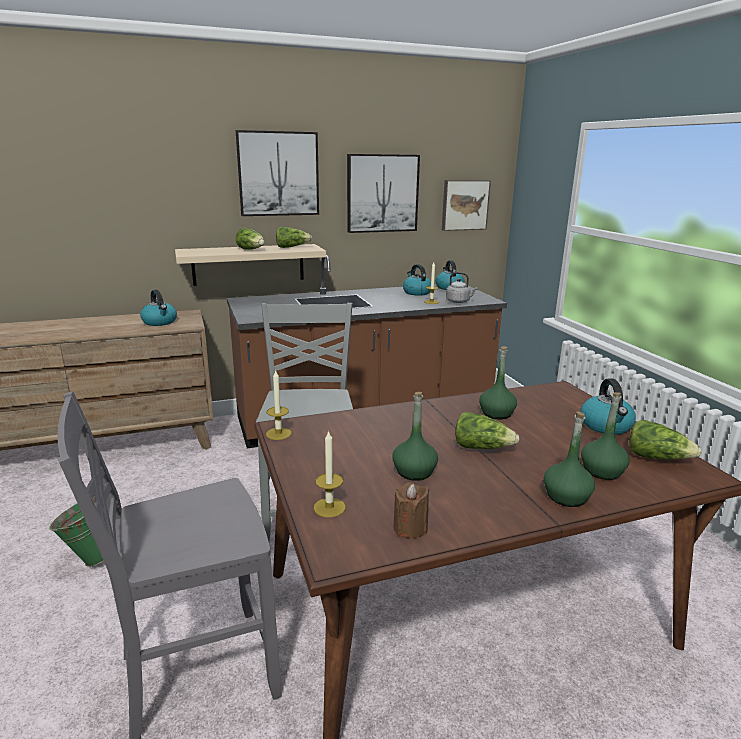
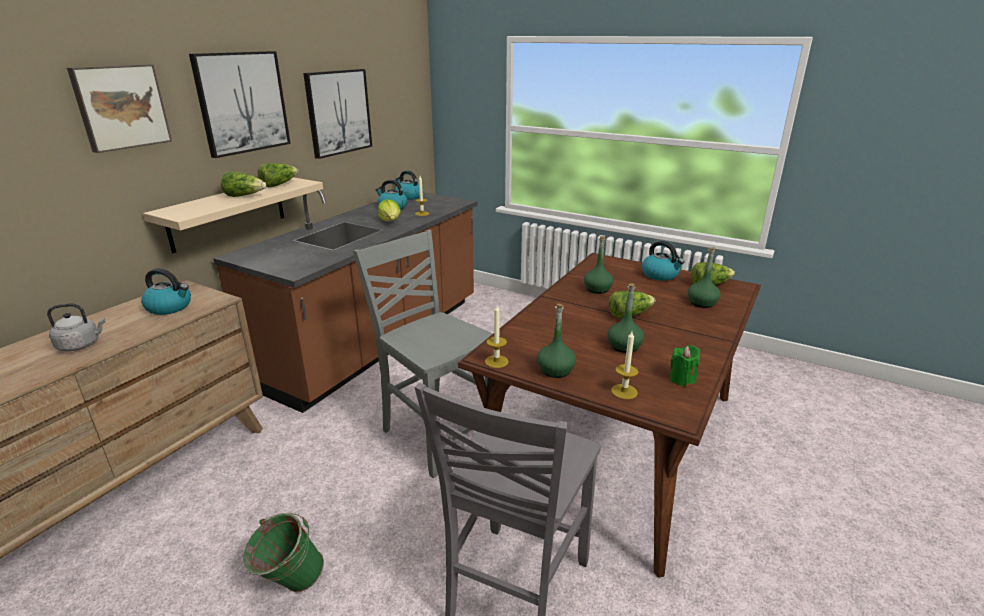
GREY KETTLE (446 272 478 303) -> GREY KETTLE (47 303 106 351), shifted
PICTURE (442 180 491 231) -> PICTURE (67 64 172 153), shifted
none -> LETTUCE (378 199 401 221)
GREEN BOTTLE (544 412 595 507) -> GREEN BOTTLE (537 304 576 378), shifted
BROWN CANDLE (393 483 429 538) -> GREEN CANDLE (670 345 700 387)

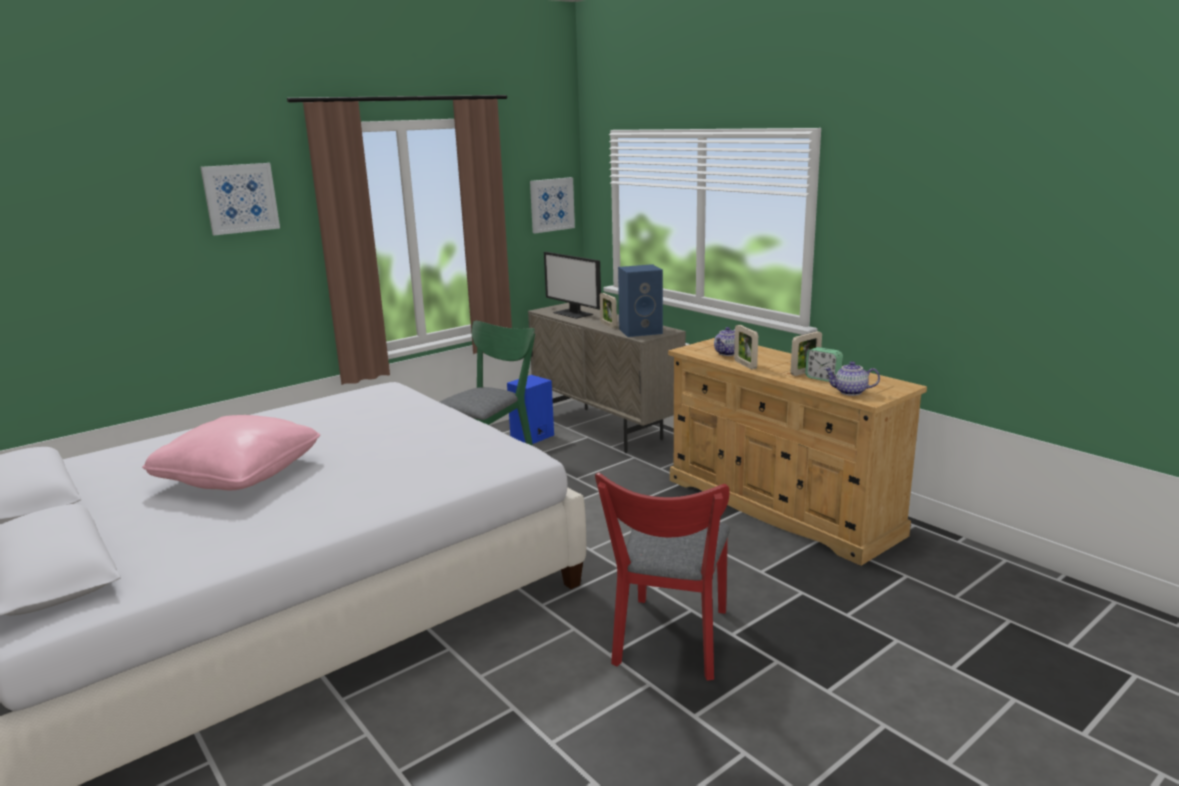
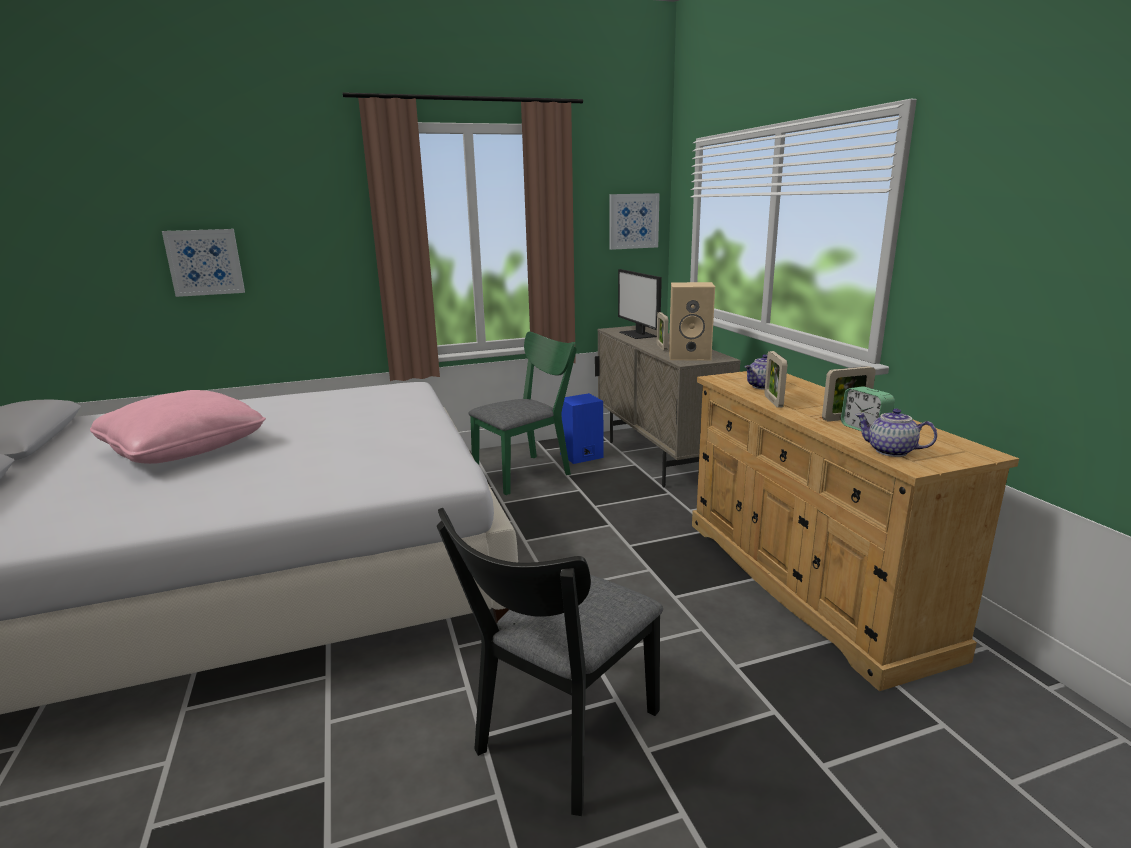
PICTURE (200 163 280 235) -> PICTURE (162 229 245 297), shifted
RED CHAIR (595 472 730 681) -> BLACK CHAIR (437 508 663 816)
BLUE SPEAKER (618 264 663 337) -> BEIGE SPEAKER (669 282 715 361)

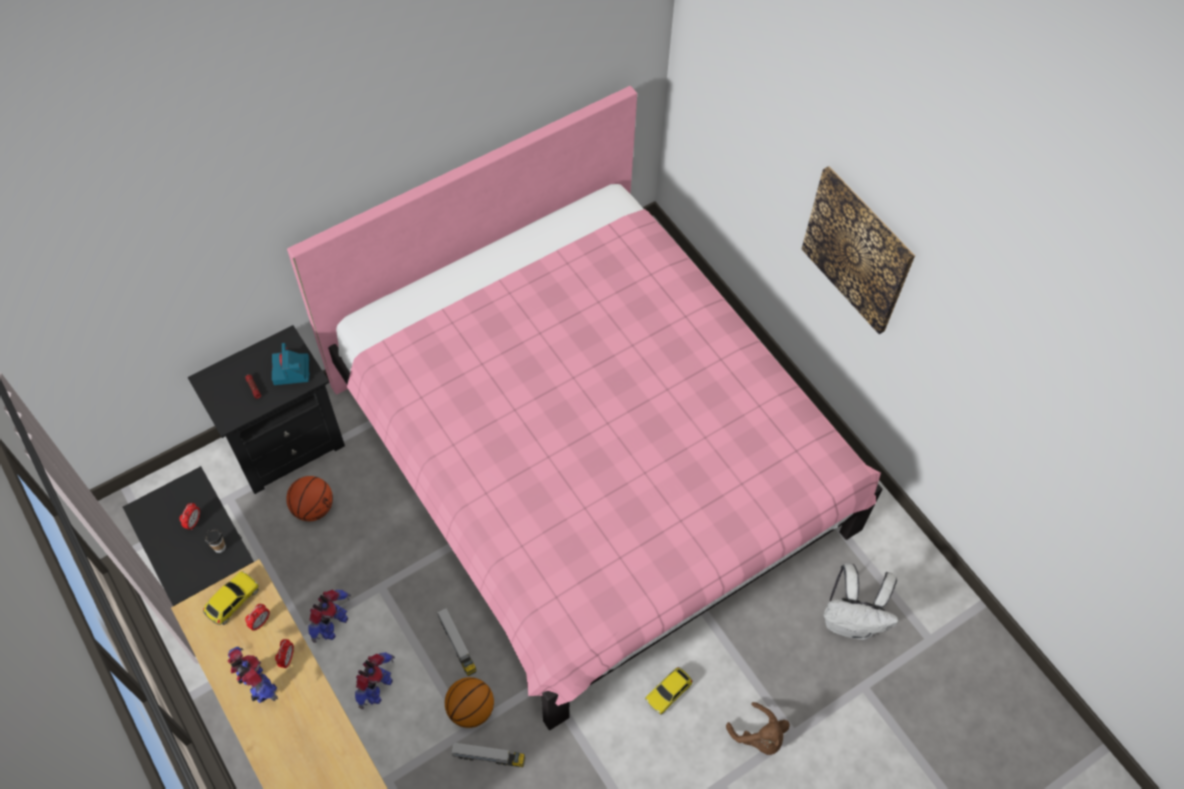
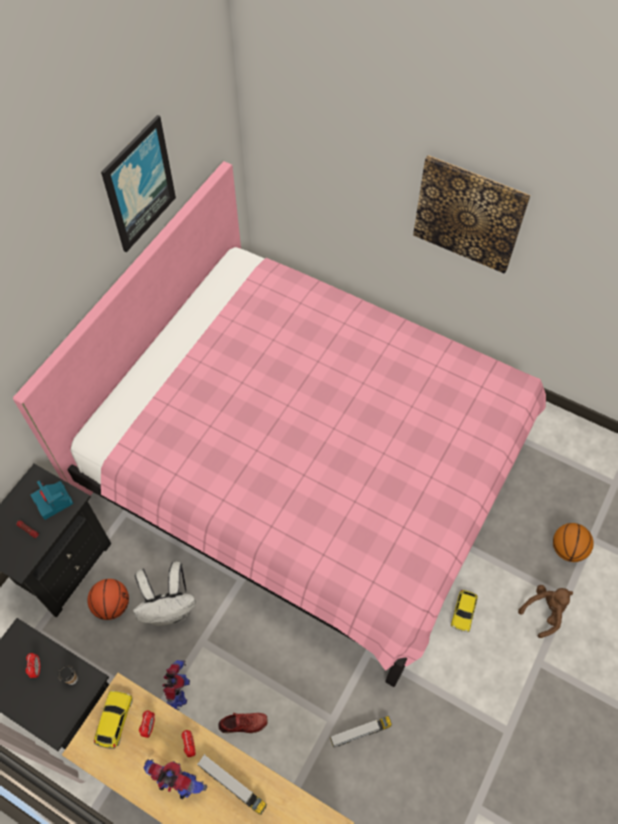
none -> PICTURE (101 115 176 252)
WHITE BACKPACK (823 563 898 640) -> WHITE BACKPACK (133 562 196 626), shifted
TOY TRUCK (437 607 477 676) -> TOY TRUCK (197 754 267 815), shifted
TOY ROBOT (355 652 395 710) -> RED SHOE (218 713 268 733)
BROWN PLUSH TOY (726 702 790 755) -> BROWN PLUSH TOY (518 585 573 638), 60 degrees counterclockwise
BASKETBALL (445 677 494 728) -> BASKETBALL (553 523 594 562), shifted

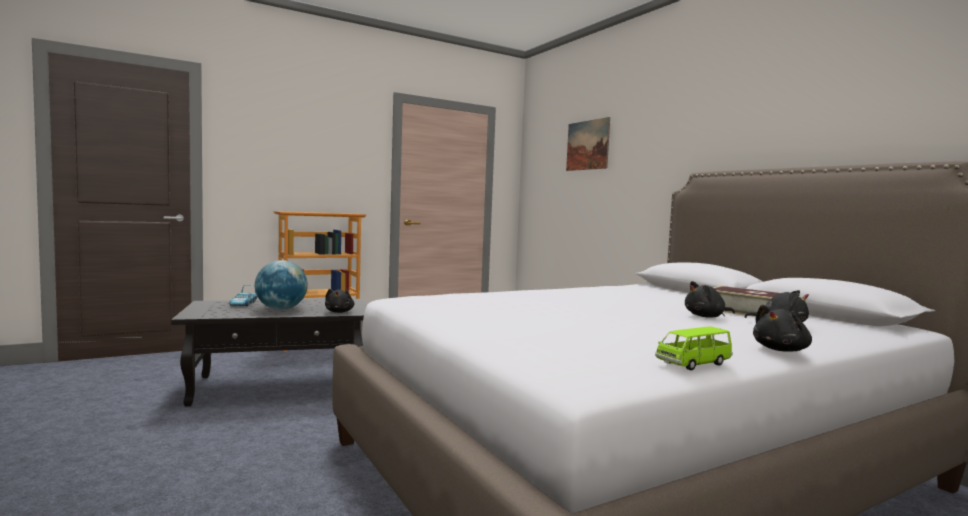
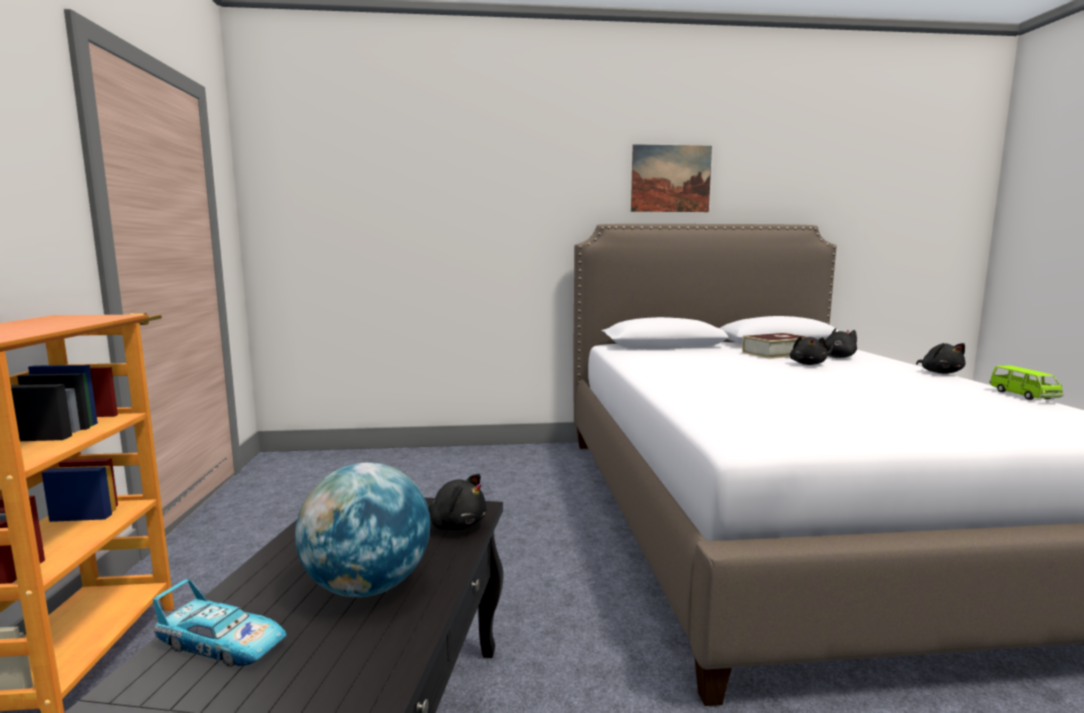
PICTURE (566 117 610 171) -> PICTURE (631 144 712 212), shifted

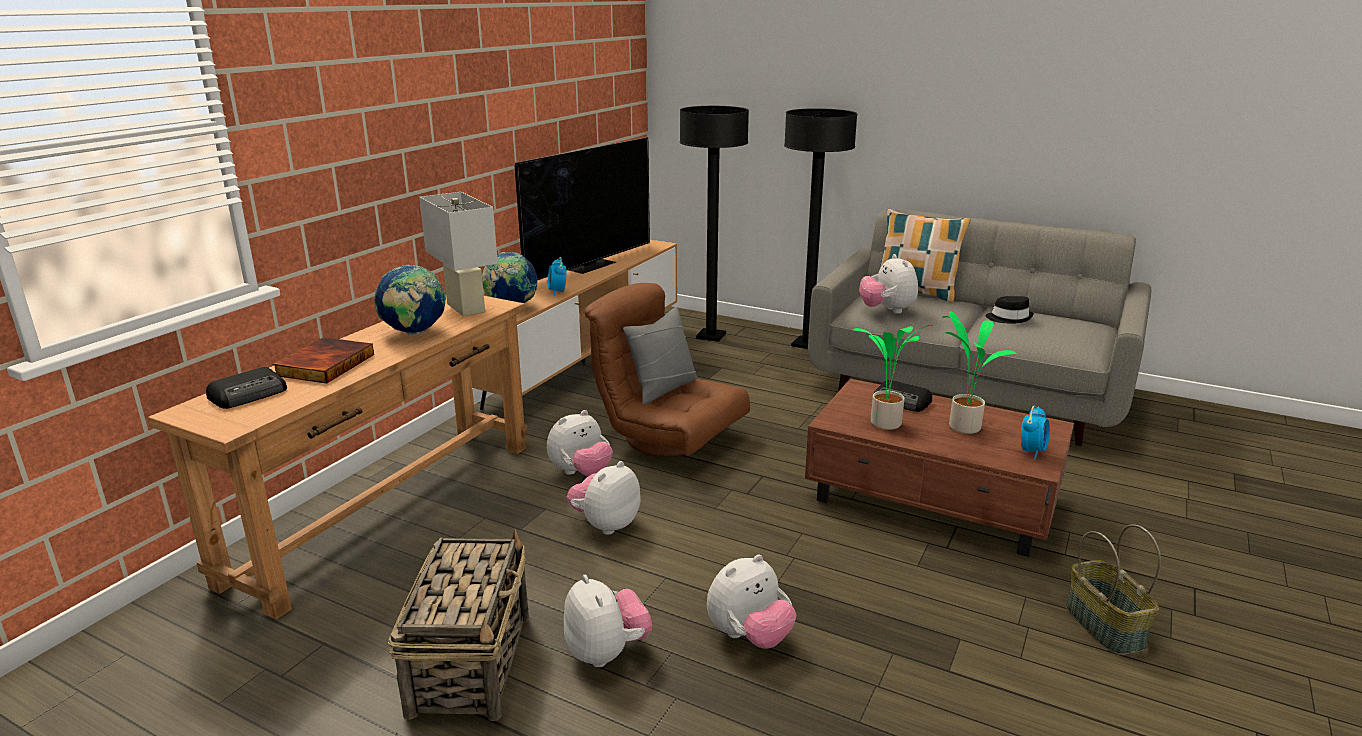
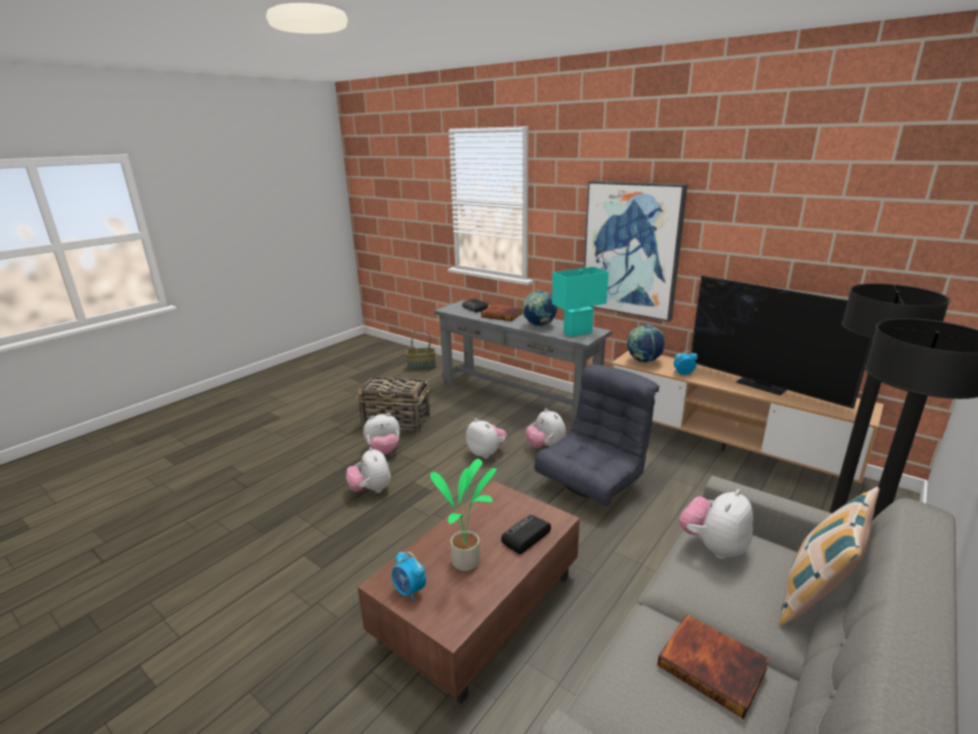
BASKET (1066 524 1161 655) -> BASKET (406 329 436 370), shifted
BROWN CONSOLE TABLE (147 296 528 620) -> GREY CONSOLE TABLE (434 300 612 426)
BROWN ARMCHAIR (585 283 750 457) -> GREY ARMCHAIR (534 364 659 506)
WHITE TABLE LAMP (419 192 498 316) -> TURQUOISE TABLE LAMP (552 267 609 337)
none -> PICTURE (584 181 688 322)
BLACK HAT (986 296 1034 324) -> BOOK (657 614 770 719)
PLUSH TOY (859 254 918 314) -> PLUSH TOY (679 489 753 559), 45 degrees counterclockwise
GREY PILLOW (623 307 698 405) -> none
POTTED PLANT (853 325 933 430) -> none

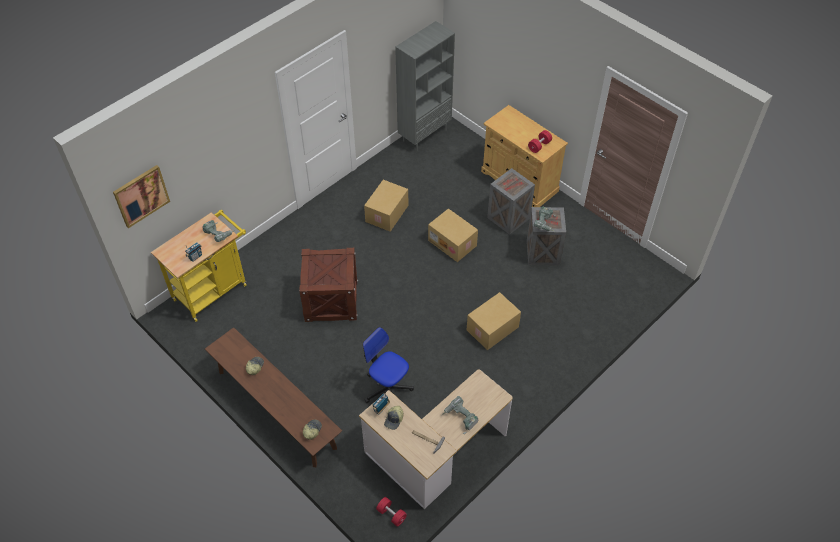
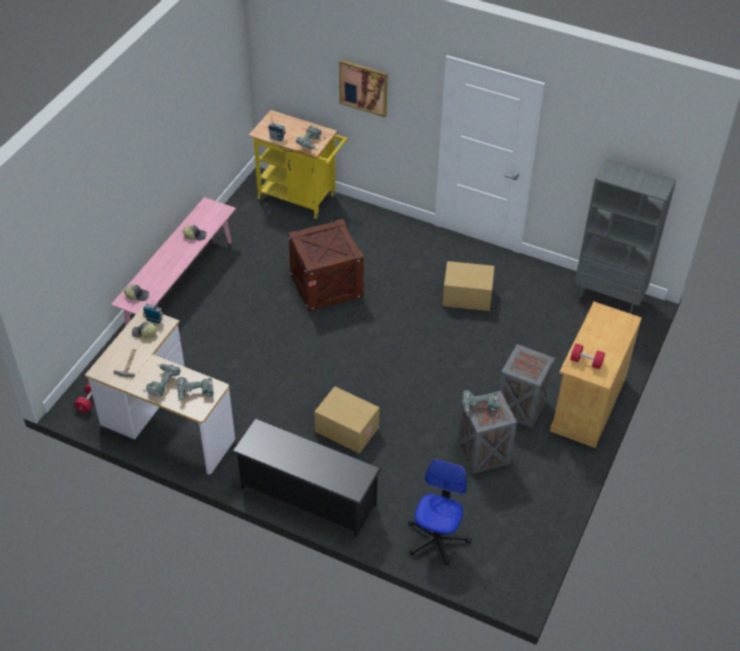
BROWN BENCH (205 327 342 467) -> PINK BENCH (111 197 236 327)
none -> POWER DRILL (177 377 214 404)
none -> BLACK SHOE RACK (232 418 382 537)
PICTURE (113 165 170 228) -> PICTURE (339 60 388 117), shifted
OFFICE CHAIR (363 327 414 403) -> OFFICE CHAIR (408 459 471 566), shifted
CARDBOARD BOX (428 209 478 262) -> none

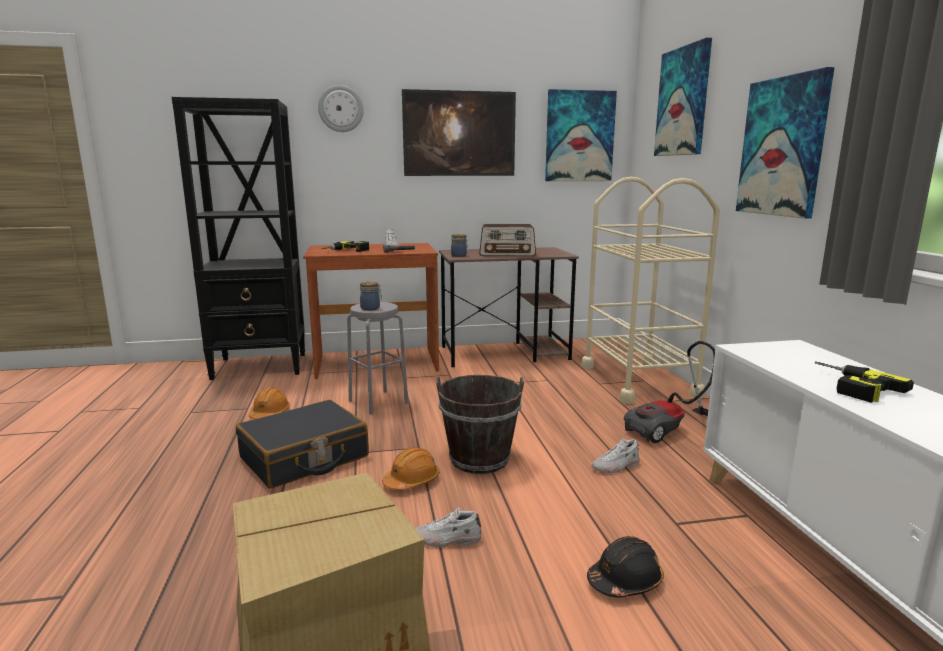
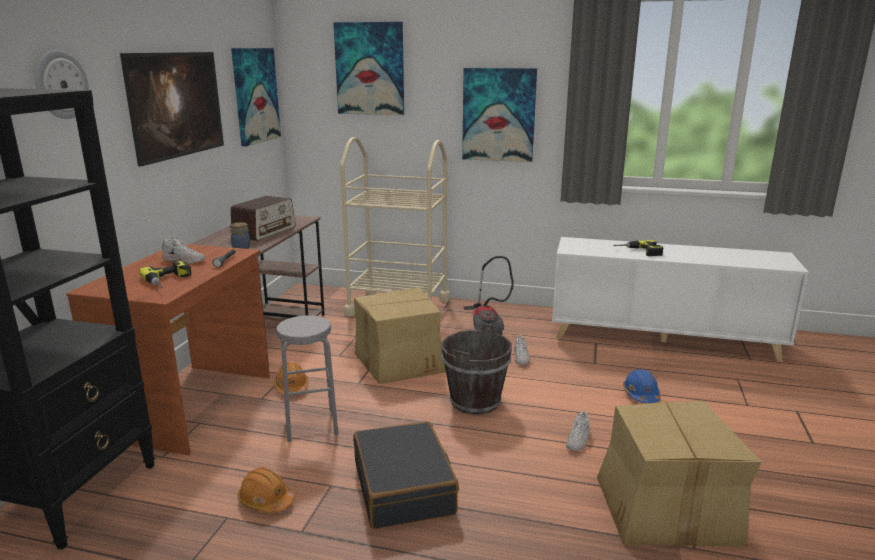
ORANGE HARD HAT (382 447 440 490) -> ORANGE HARD HAT (274 362 308 395), shifted
none -> CARDBOARD BOX (354 287 446 384)
BLACK HARD HAT (587 536 664 597) -> BLUE HARD HAT (623 369 661 403)
JAR (360 281 382 311) -> none

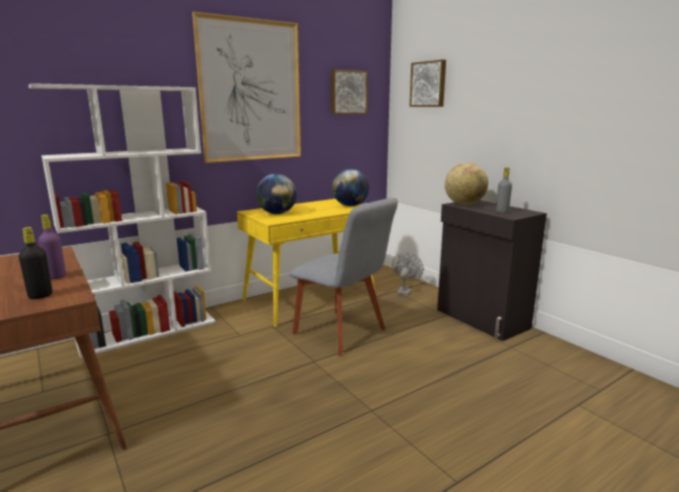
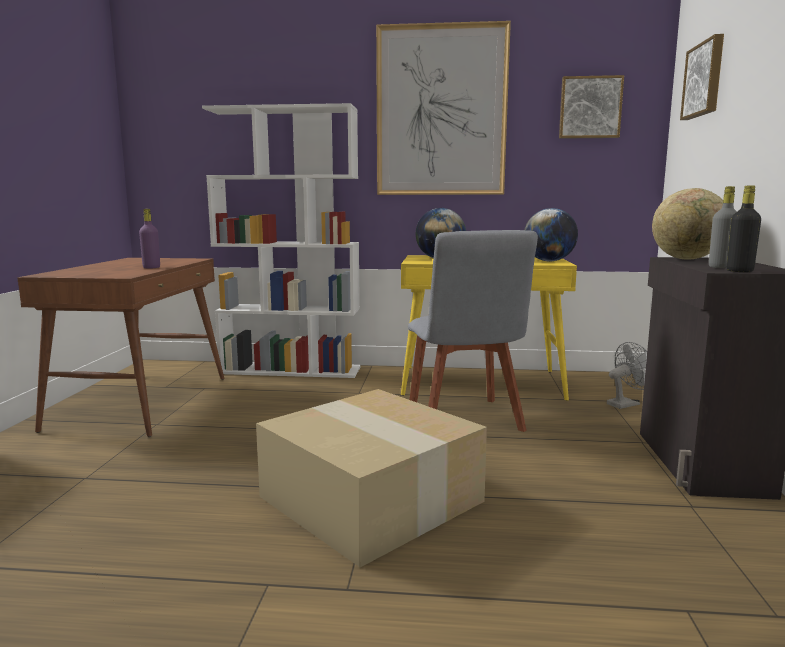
none -> CARDBOARD BOX (256 389 487 567)
BLACK BOTTLE (19 227 52 299) -> BLACK BOTTLE (726 185 761 272), shifted

